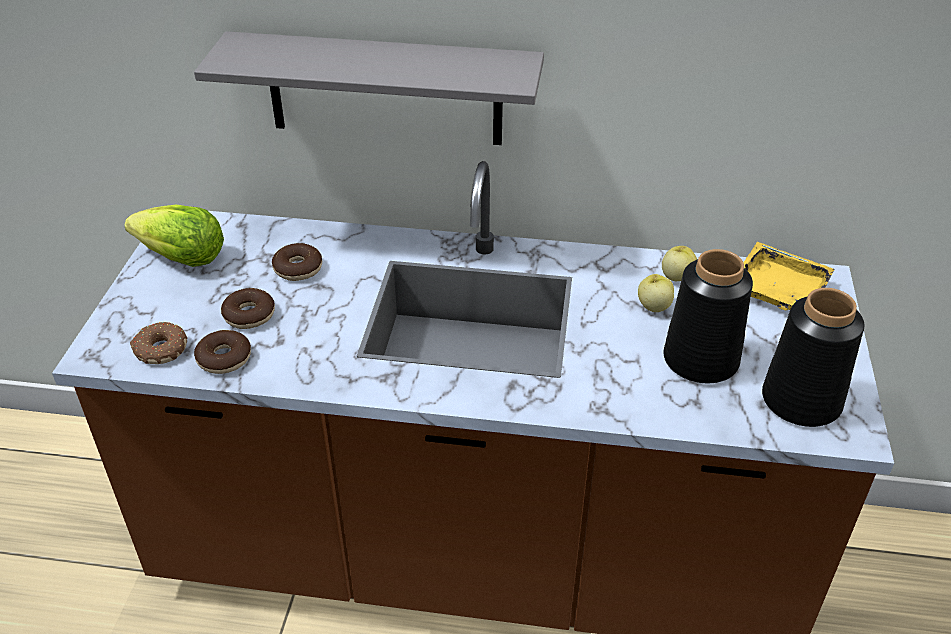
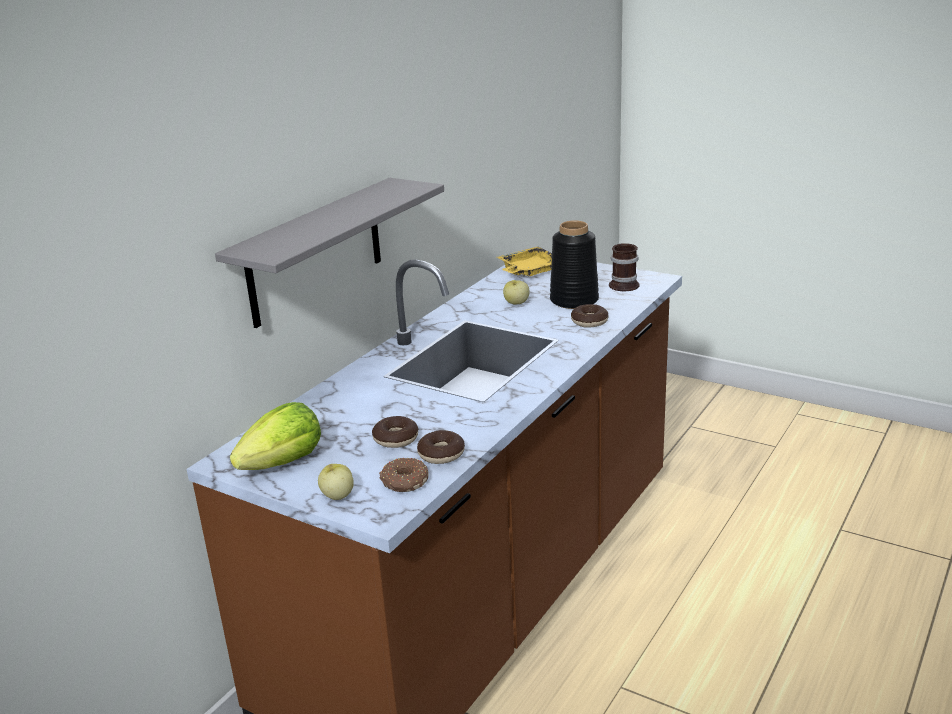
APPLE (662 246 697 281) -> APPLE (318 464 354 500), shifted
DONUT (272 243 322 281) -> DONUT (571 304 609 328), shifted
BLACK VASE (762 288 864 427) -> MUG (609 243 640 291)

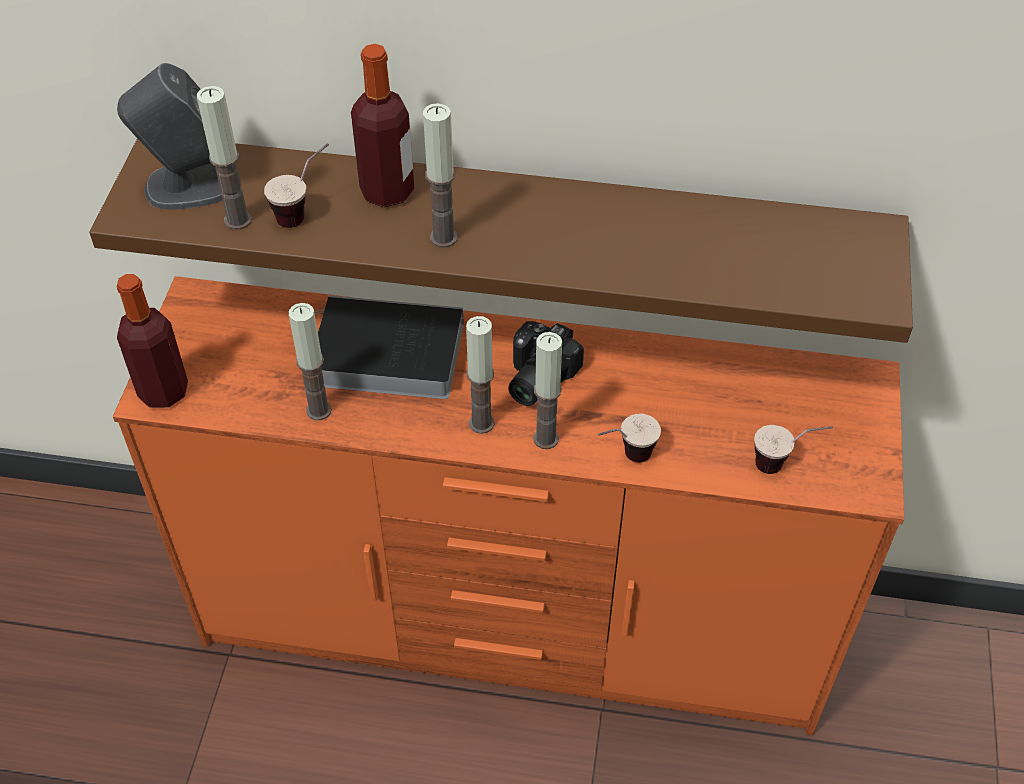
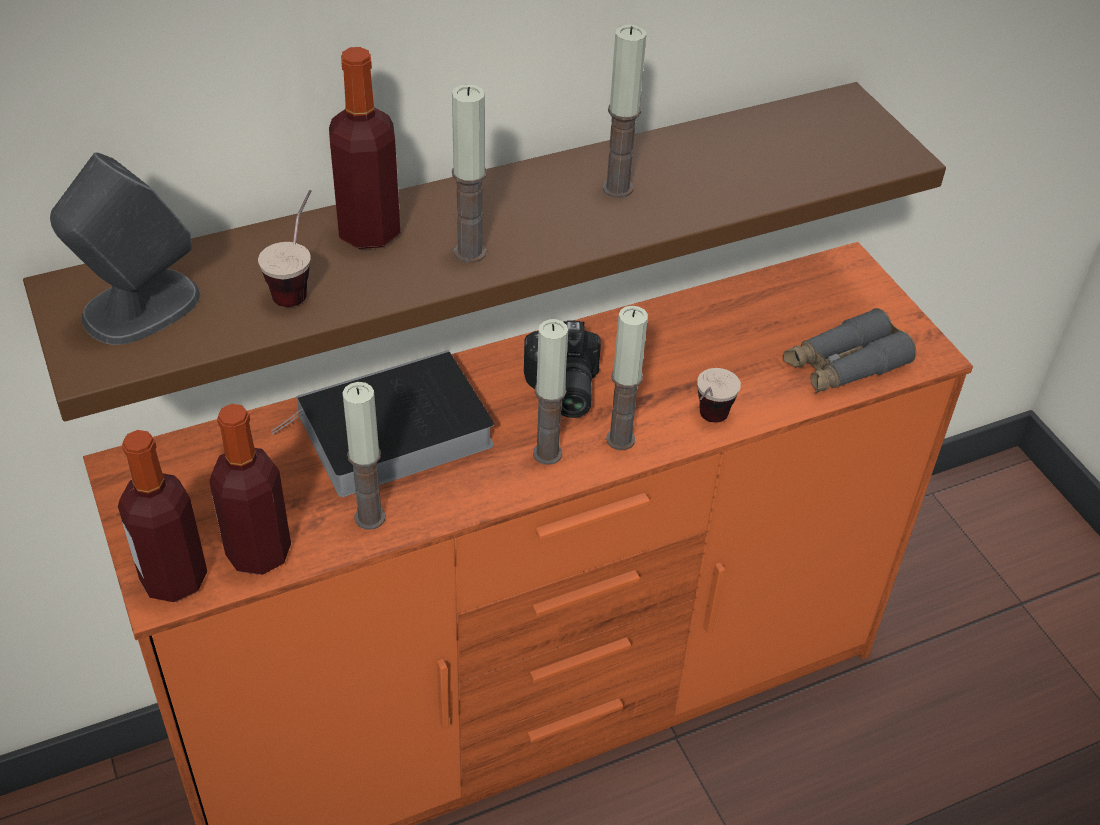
none -> BOTTLE (209 404 291 575)
CANDLE (197 86 252 230) -> CANDLE (603 25 646 198), shifted
CUP (754 425 833 474) -> GREY BINOCULARS (783 308 916 393)

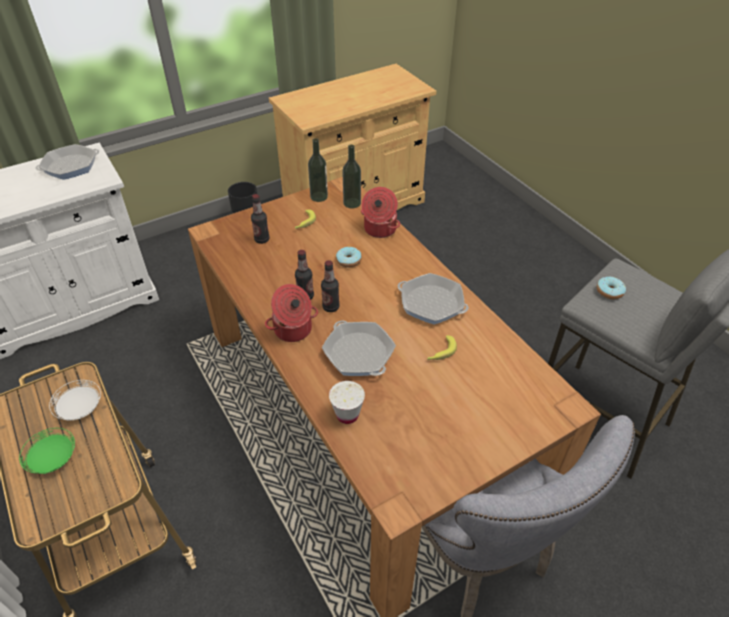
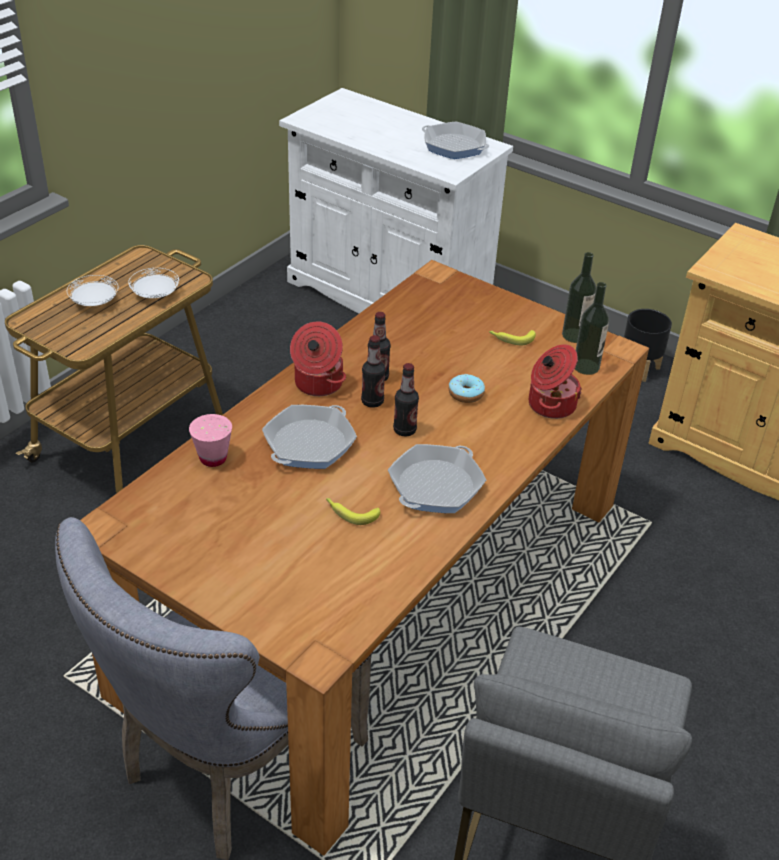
GREEN PLATE (19 428 75 474) -> WHITE PLATE (67 275 118 306)
WHITE CUP (329 381 365 424) -> PINK CUP (189 414 232 467)
FRYING PAN (398 273 469 325) -> FRYING PAN (388 444 486 513), 150 degrees counterclockwise
BOTTLE (251 194 270 244) -> BOTTLE (393 363 419 436), shifted
DONUT (597 277 626 299) -> none

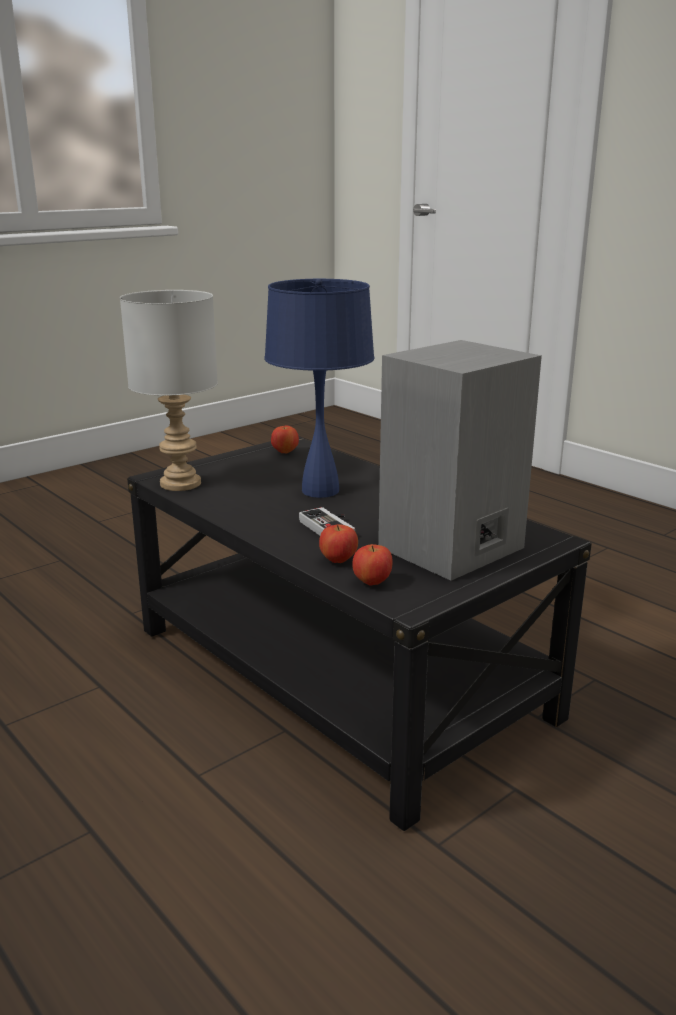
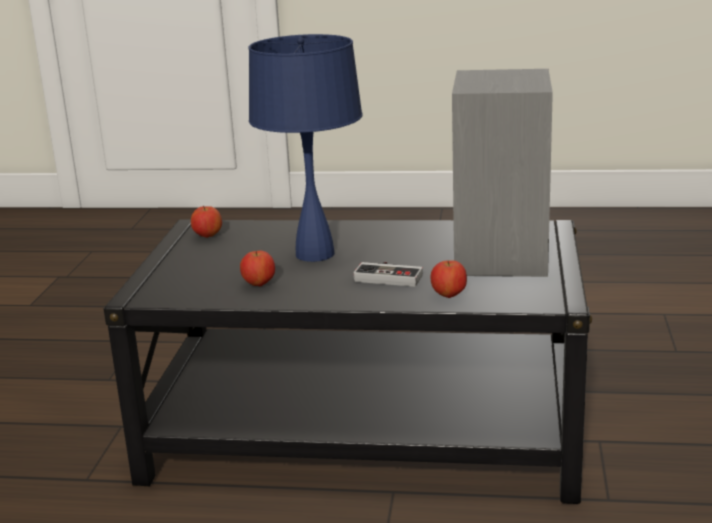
APPLE (353 544 393 586) -> APPLE (240 251 275 286), shifted
GREY TABLE LAMP (120 290 218 491) -> none

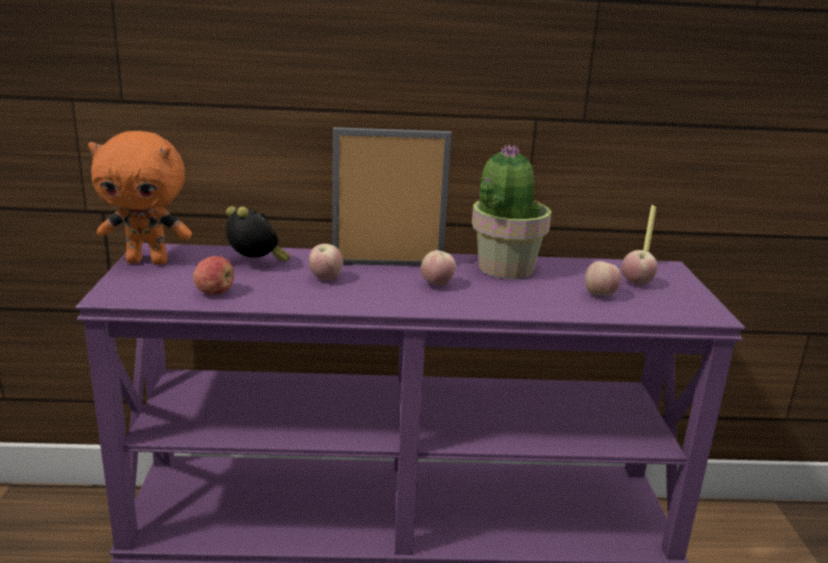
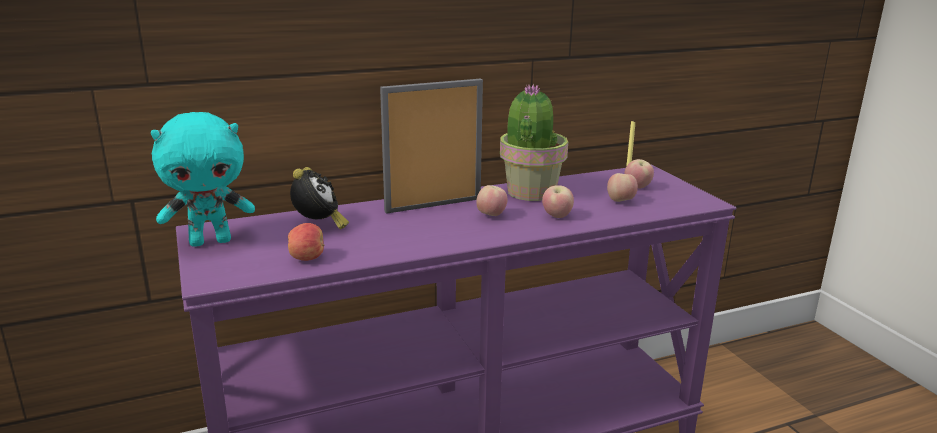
ORANGE PLUSH TOY (88 131 192 265) -> TURQUOISE PLUSH TOY (151 112 255 247)
ALARM CLOCK (226 206 291 261) -> ALARM CLOCK (290 167 349 229), 60 degrees clockwise
APPLE (308 244 343 281) -> APPLE (542 185 574 218), shifted

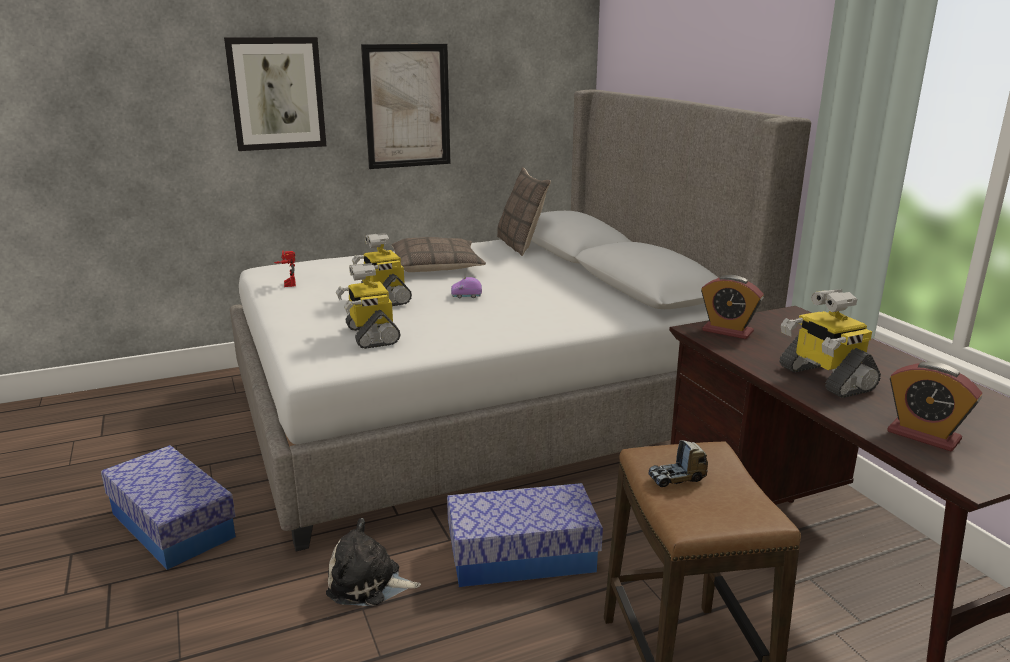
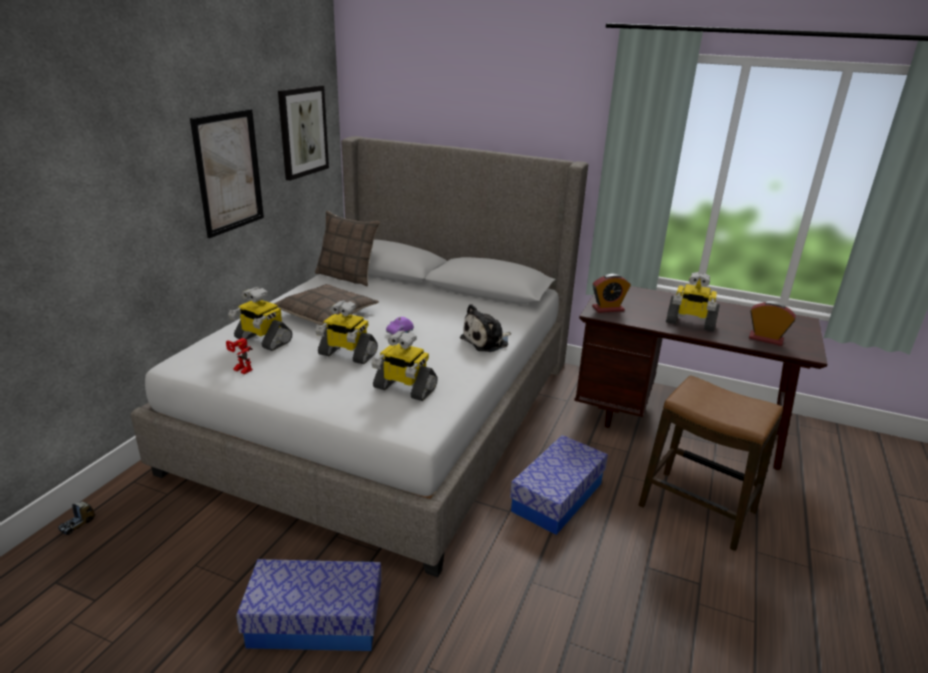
TOY TRUCK (649 440 708 487) -> TOY TRUCK (58 502 95 535), shifted
none -> TOY ROBOT (228 287 292 351)
PICTURE (224 37 326 151) -> PICTURE (278 85 329 181), shifted
PLUSH TOY (326 518 421 606) -> PLUSH TOY (460 304 511 352), shifted
ALARM CLOCK (887 362 982 451) -> ALARM CLOCK (749 301 796 346), 150 degrees counterclockwise

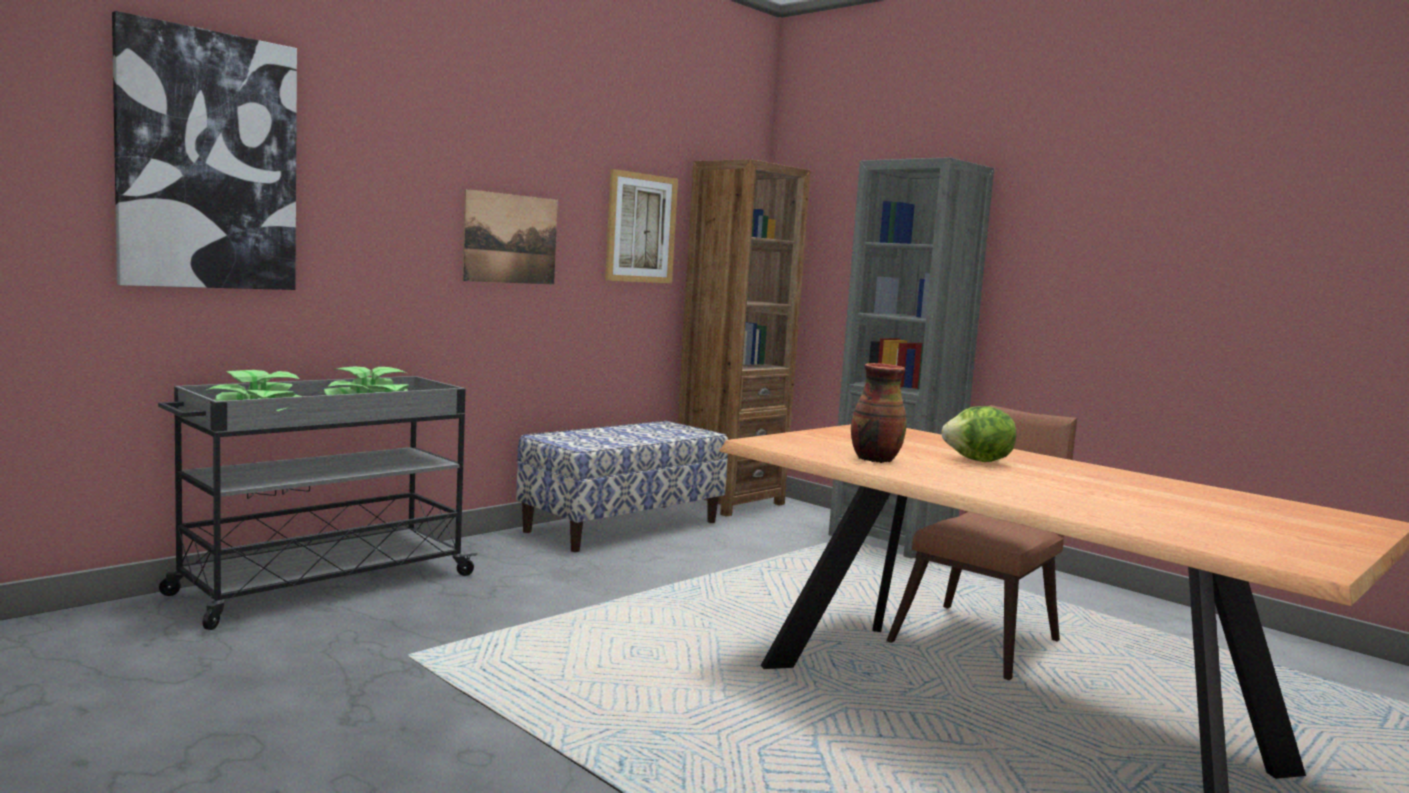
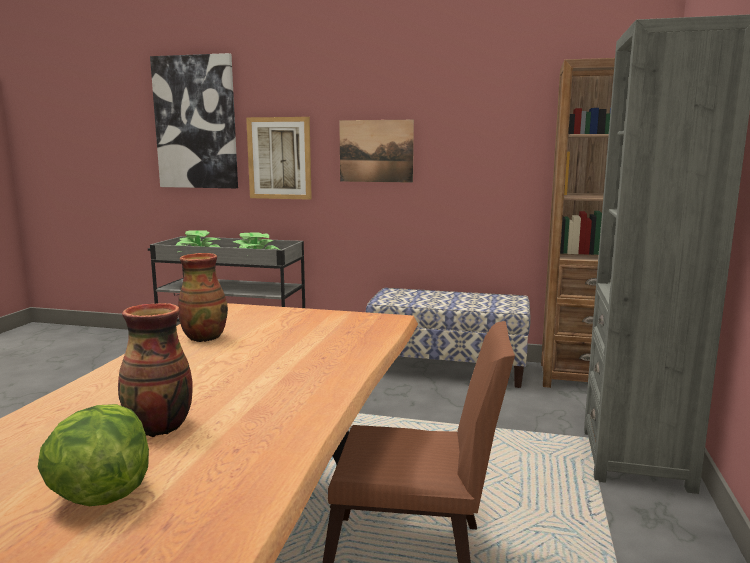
LETTUCE (942 406 1016 462) -> LETTUCE (38 404 149 506), shifted
none -> VASE (118 303 193 437)
PICTURE (605 169 678 283) -> PICTURE (246 117 312 200), shifted

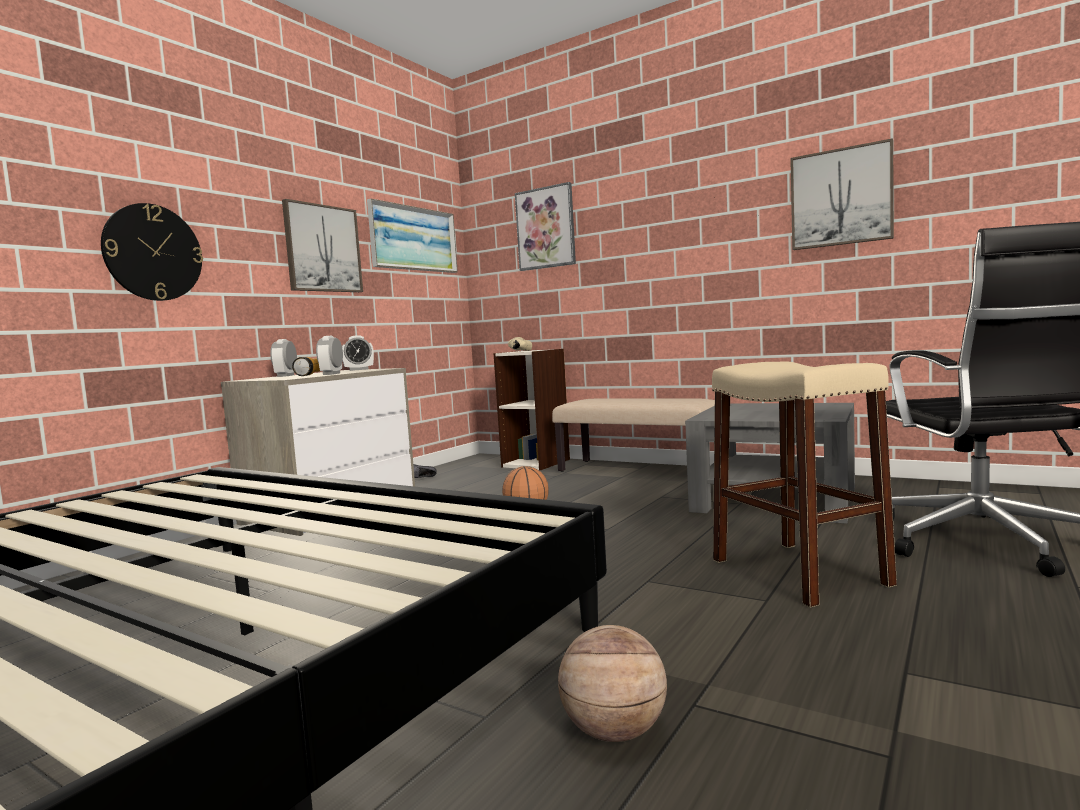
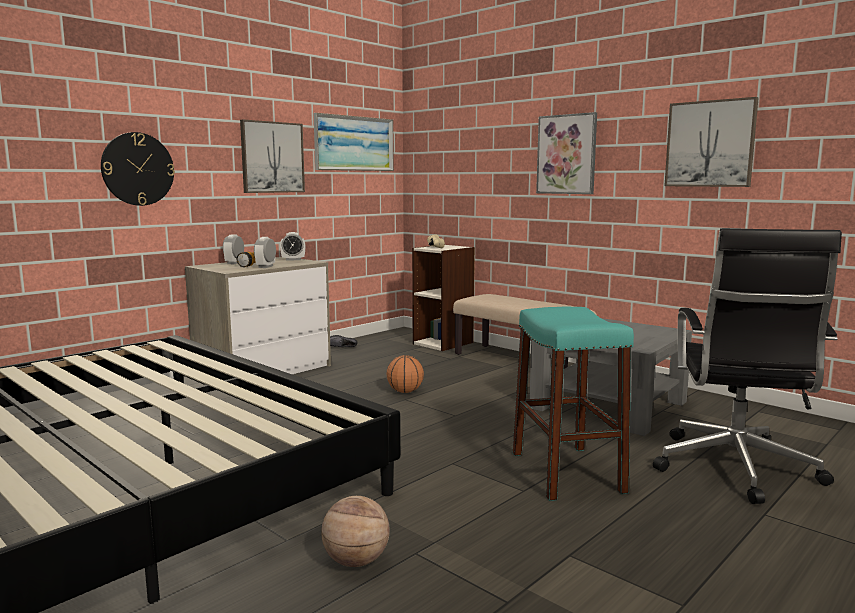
BEIGE STOOL (712 361 897 608) -> TURQUOISE STOOL (513 307 634 501)
PICTURE (515 182 576 271) -> PICTURE (536 112 597 194), shifted

